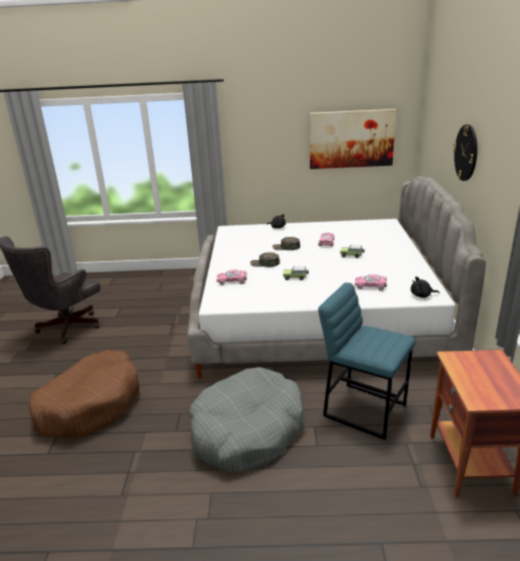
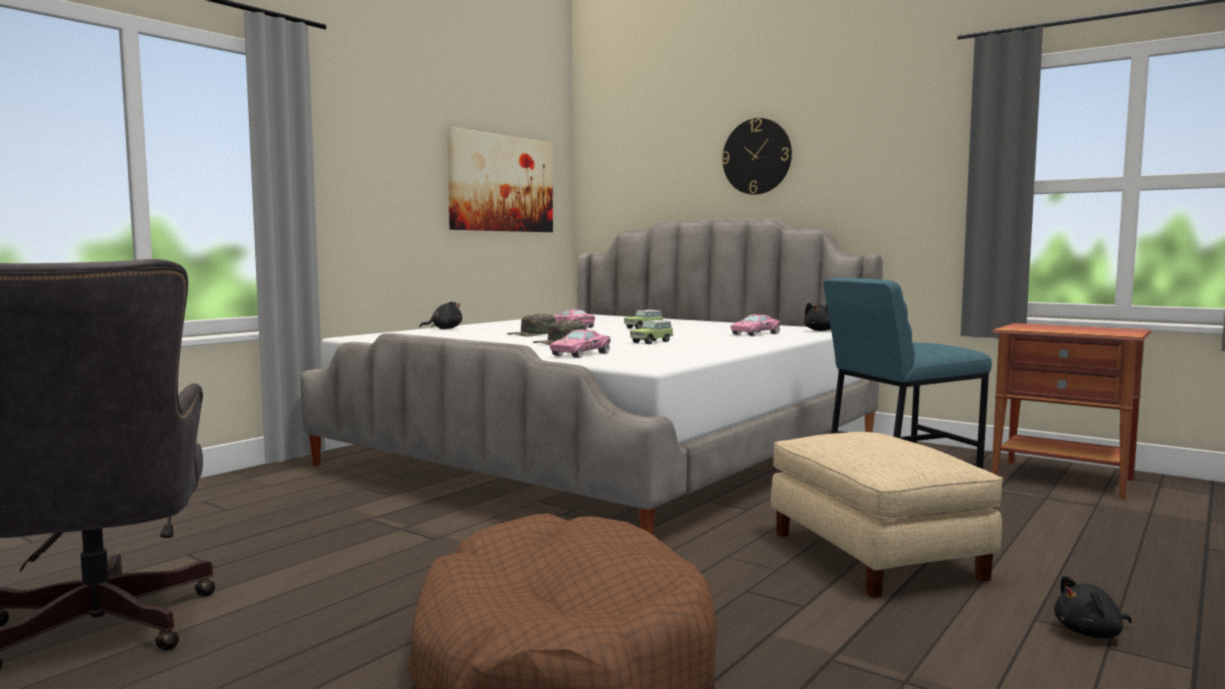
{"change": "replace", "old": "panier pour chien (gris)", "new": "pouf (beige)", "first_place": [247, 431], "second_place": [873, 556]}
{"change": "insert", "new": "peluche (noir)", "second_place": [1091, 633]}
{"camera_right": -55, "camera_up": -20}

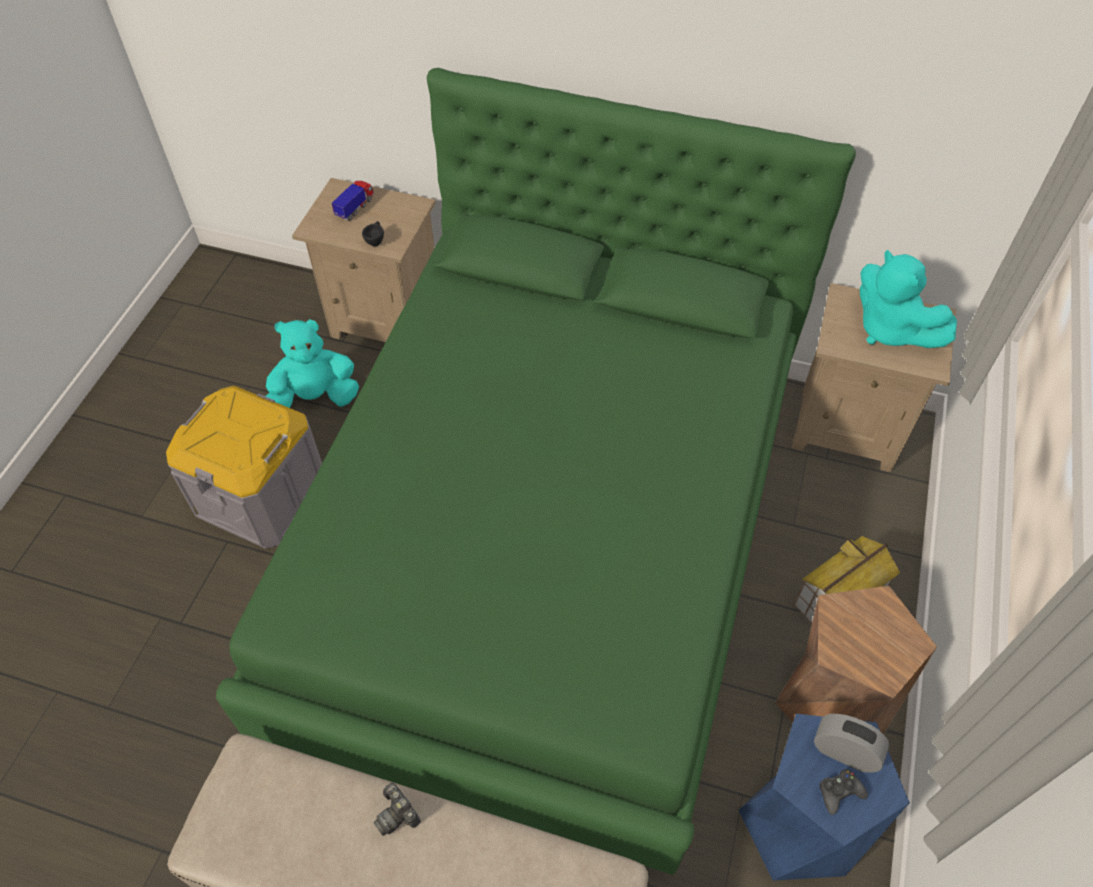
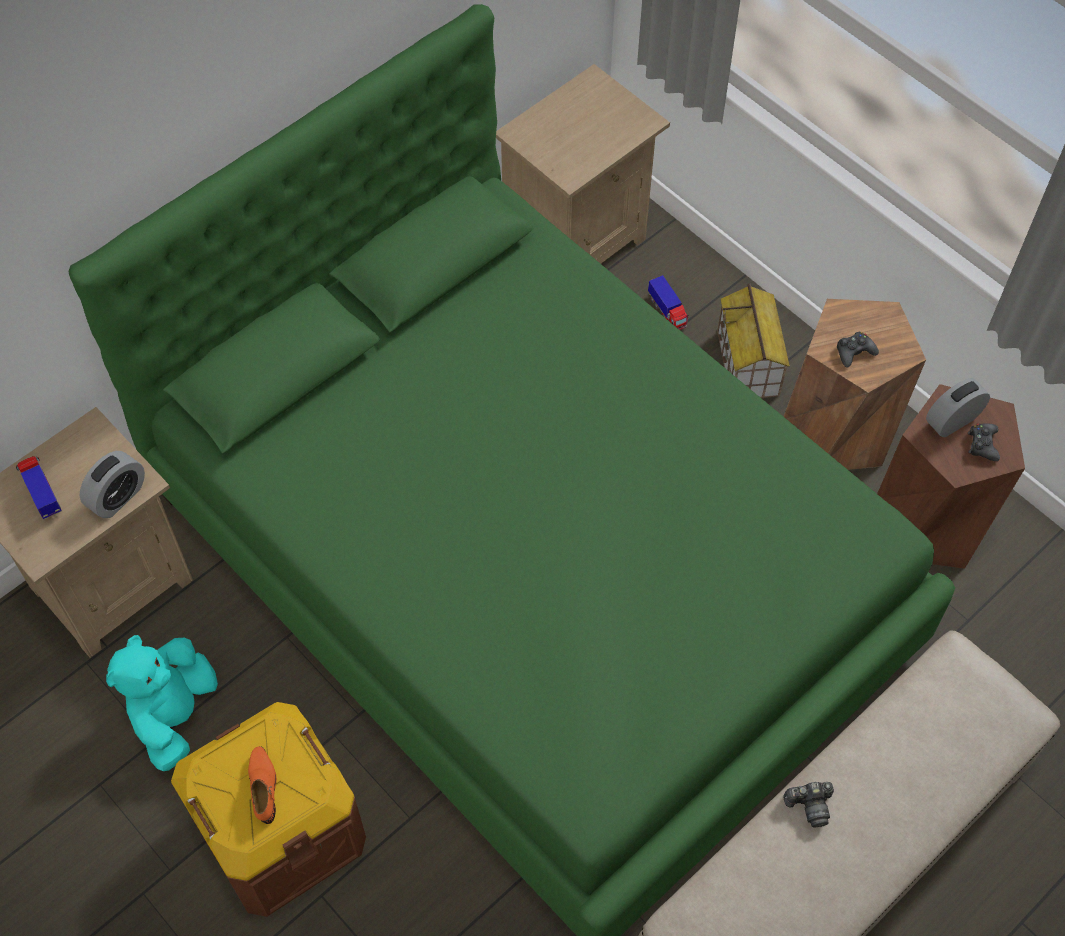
{"change": "recolor", "old": "boîte de rangement (gris)", "new": "boîte de rangement (marron)", "first_place": [262, 495], "second_place": [280, 831]}
{"change": "replace", "old": "tasse (noir)", "new": "réveil", "first_place": [375, 241], "second_place": [118, 497]}
{"change": "recolor", "old": "tabouret (bleu)", "new": "tabouret (marron)", "first_place": [798, 825], "second_place": [930, 521]}
{"change": "delete", "old": "peluche (turquoise)", "first_place": [889, 329]}
{"change": "insert", "new": "chaussure (orange)", "second_place": [264, 786]}
{"change": "insert", "new": "camion jouet", "second_place": [667, 312]}
{"change": "insert", "new": "manette (noir)", "second_place": [854, 352]}
{"camera_right": -60, "camera_up": 5}

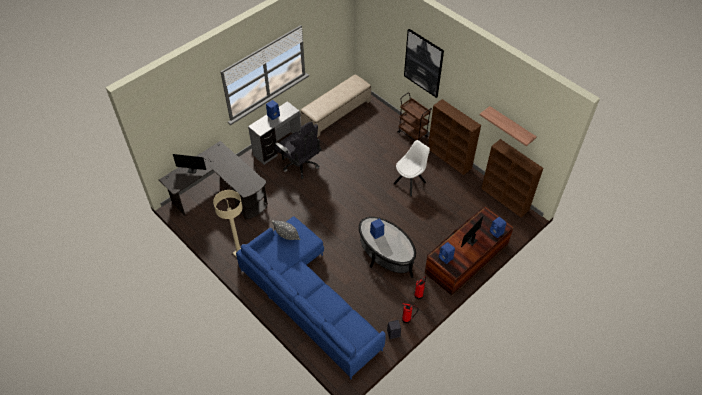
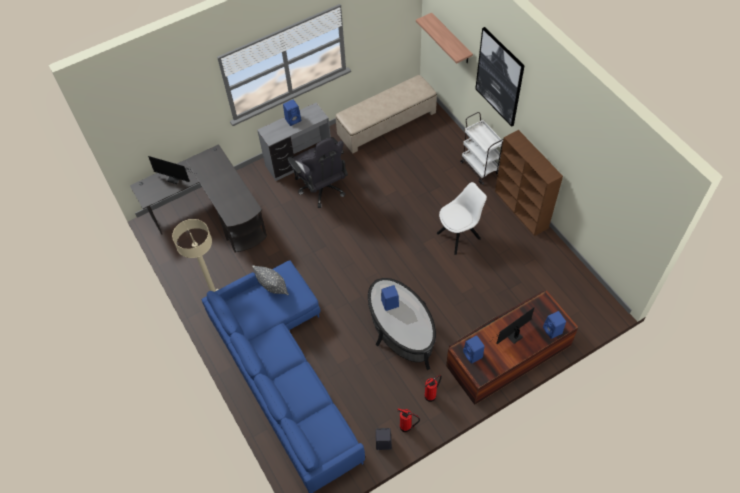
{"change": "recolor", "old": "chariot (marron)", "new": "chariot (blanc)", "first_place": [412, 135], "second_place": [479, 168]}
{"change": "move", "old": "étagère", "first_place": [511, 126], "second_place": [451, 39]}
{"change": "delete", "old": "bibliothèque (marron)", "first_place": [505, 199]}
{"camera_right": 15, "camera_up": 5}

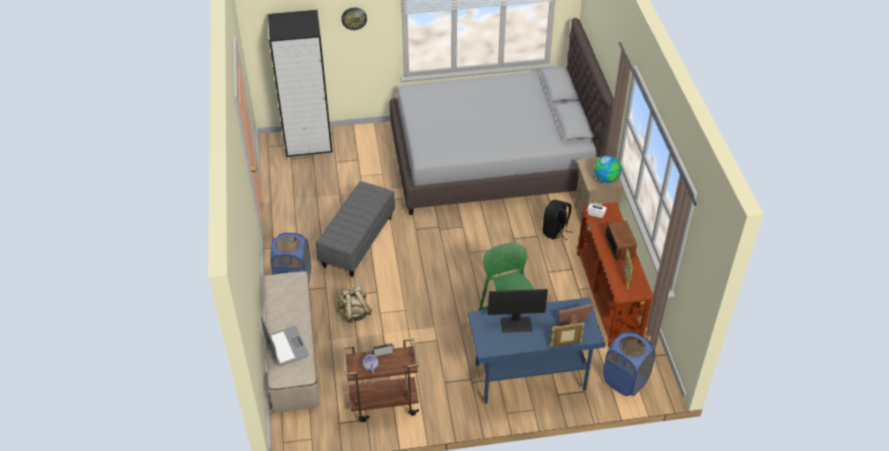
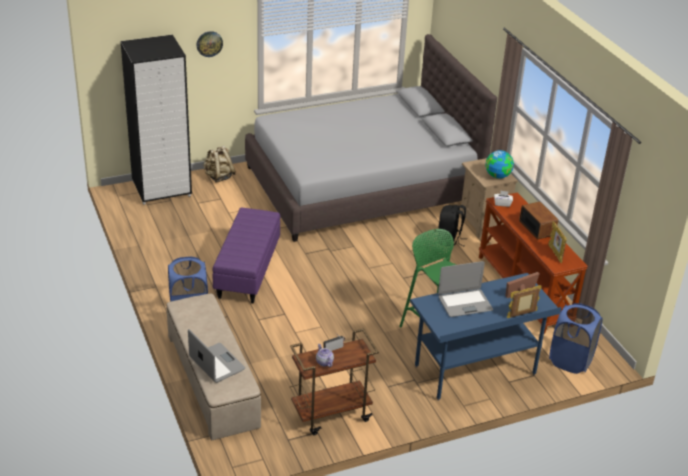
{"change": "recolor", "old": "pouf (gris)", "new": "pouf (violet)", "first_place": [357, 242], "second_place": [247, 271]}
{"change": "move", "old": "sac à dos (beige)", "first_place": [354, 313], "second_place": [219, 177]}
{"change": "replace", "old": "écran d'ordinateur", "new": "ordinateur portable", "first_place": [516, 324], "second_place": [464, 303]}
{"camera_right": -15, "camera_up": -10}

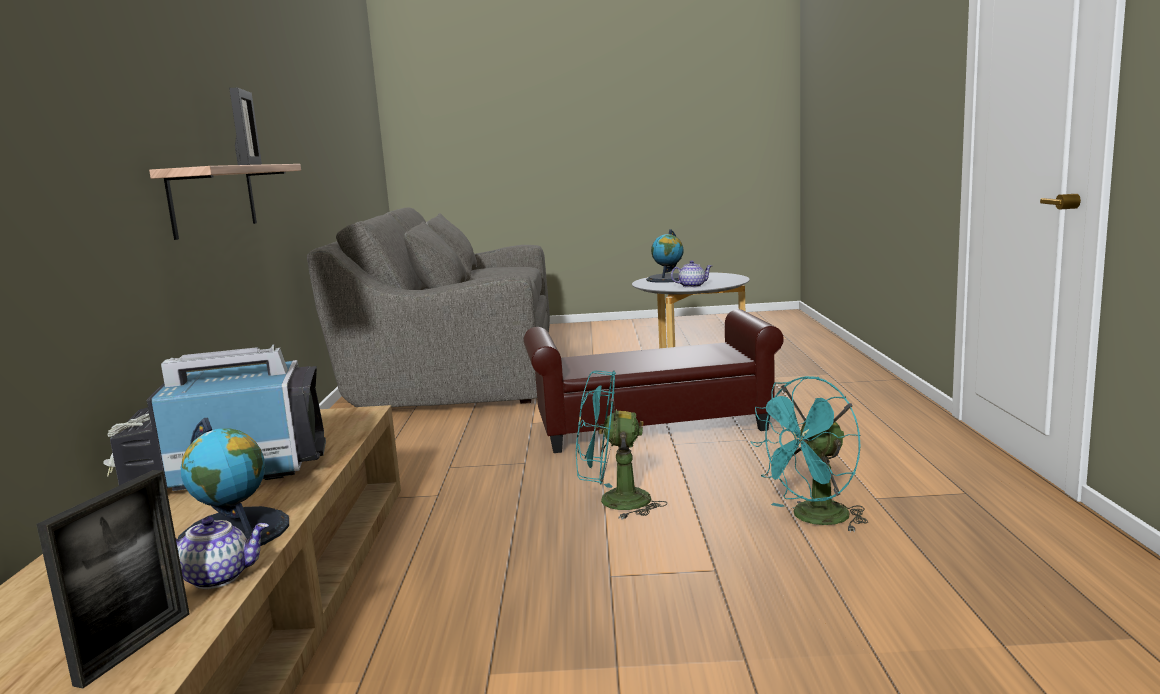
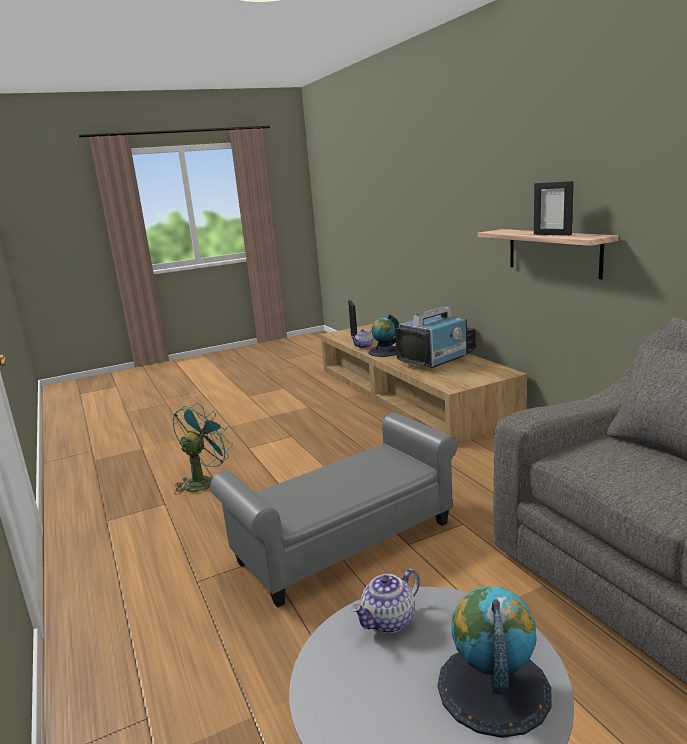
{"change": "recolor", "old": "pouf (marron)", "new": "pouf (gris)", "first_place": [652, 427], "second_place": [345, 542]}
{"change": "delete", "old": "ventilateur (turquoise)", "first_place": [613, 502]}
{"camera_right": 155, "camera_up": 5}

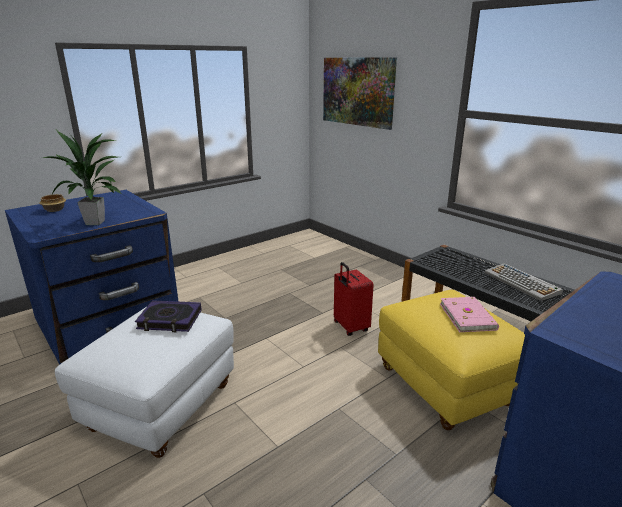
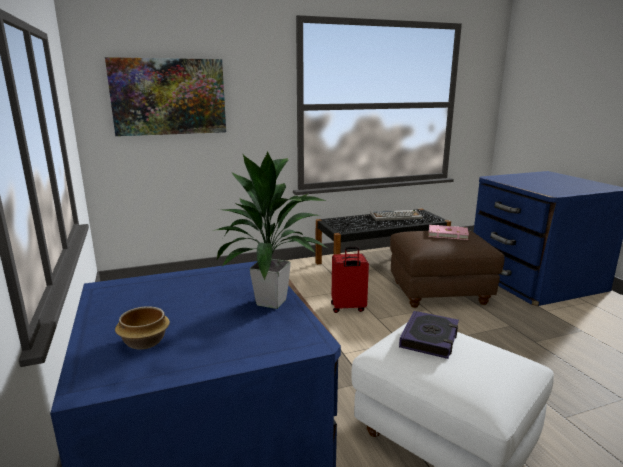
{"change": "recolor", "old": "pouf (jaune)", "new": "pouf (marron)", "first_place": [447, 384], "second_place": [440, 291]}
{"camera_right": -70, "camera_up": -5}

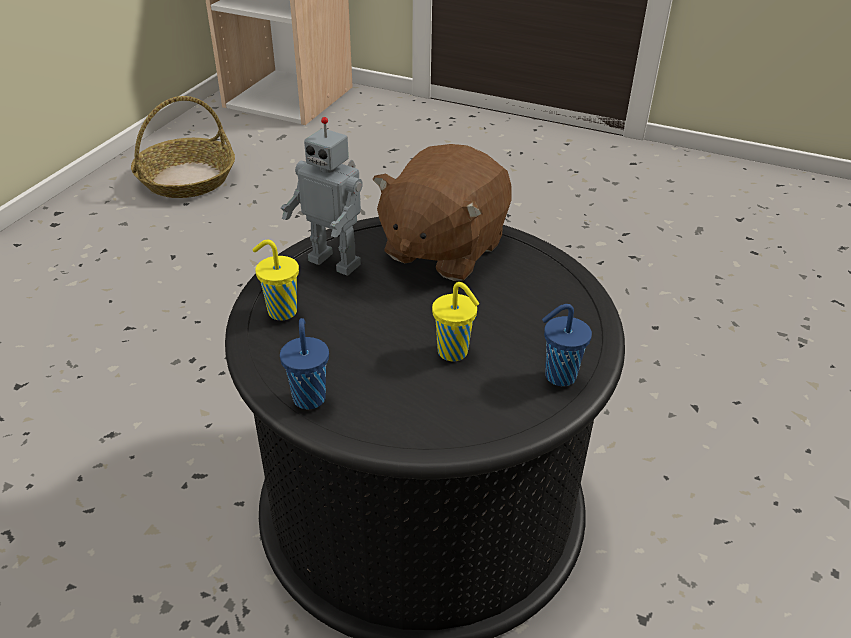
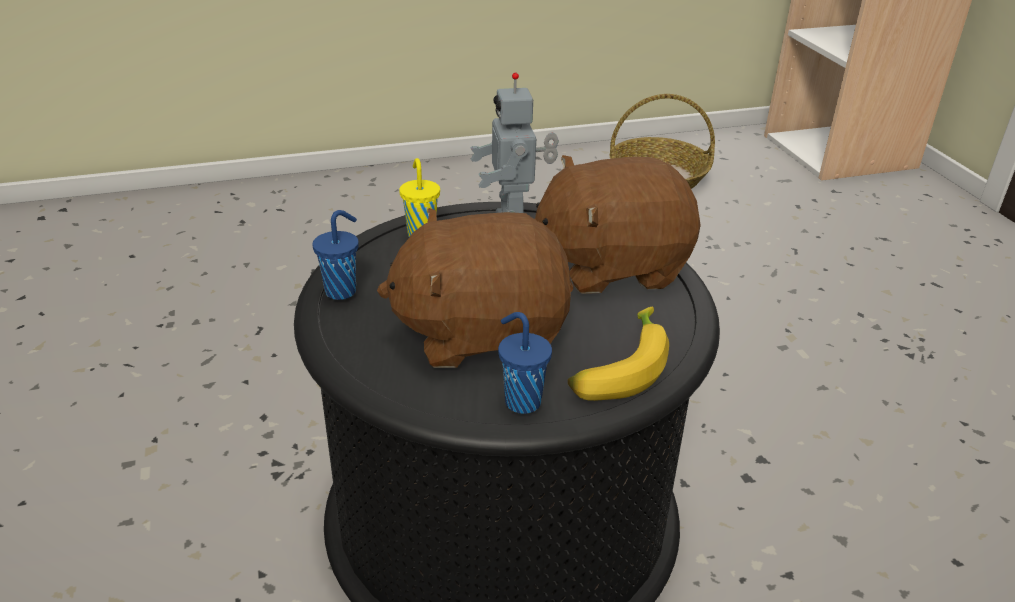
{"change": "replace", "old": "tasse (jaune)", "new": "peluche (marron)", "first_place": [454, 353], "second_place": [481, 333]}
{"change": "insert", "new": "banane", "second_place": [618, 367]}
{"camera_right": 50, "camera_up": -5}

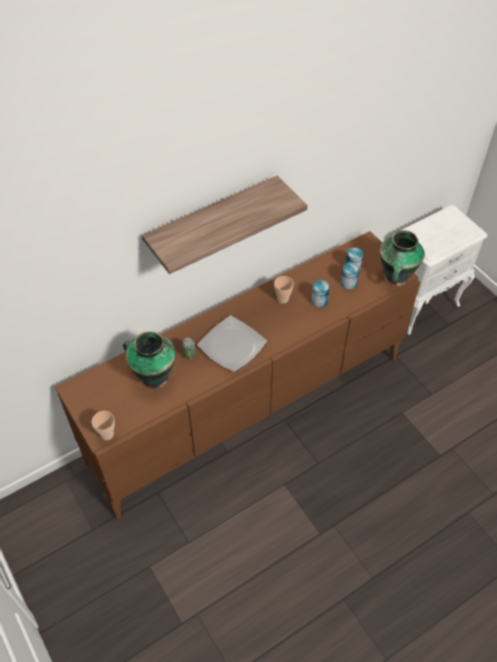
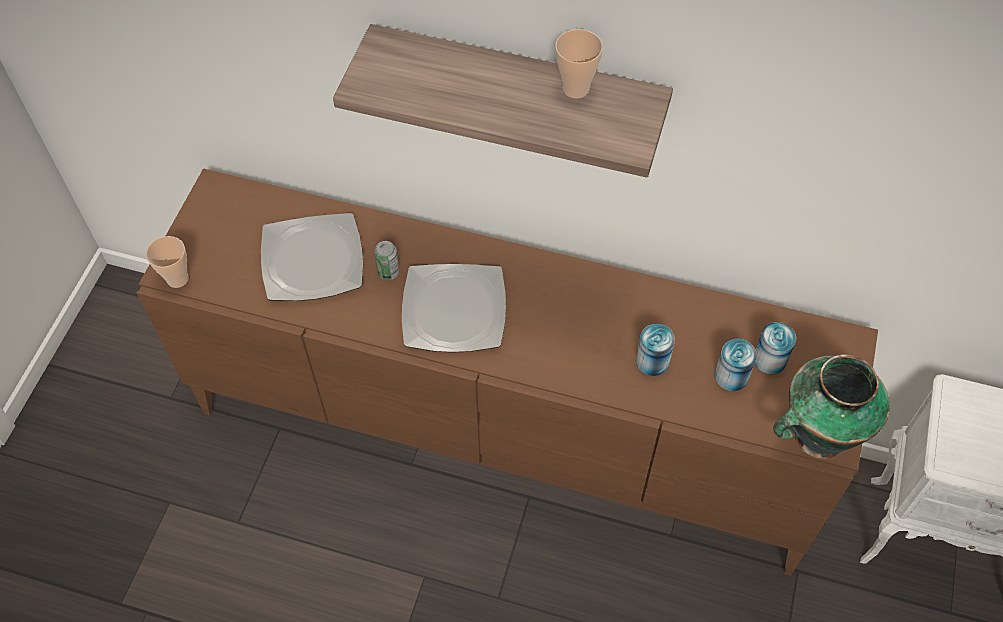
{"change": "replace", "old": "vase", "new": "assiette", "first_place": [153, 377], "second_place": [313, 259]}
{"change": "move", "old": "tasse", "first_place": [283, 299], "second_place": [576, 88]}
{"camera_right": 50, "camera_up": 5}

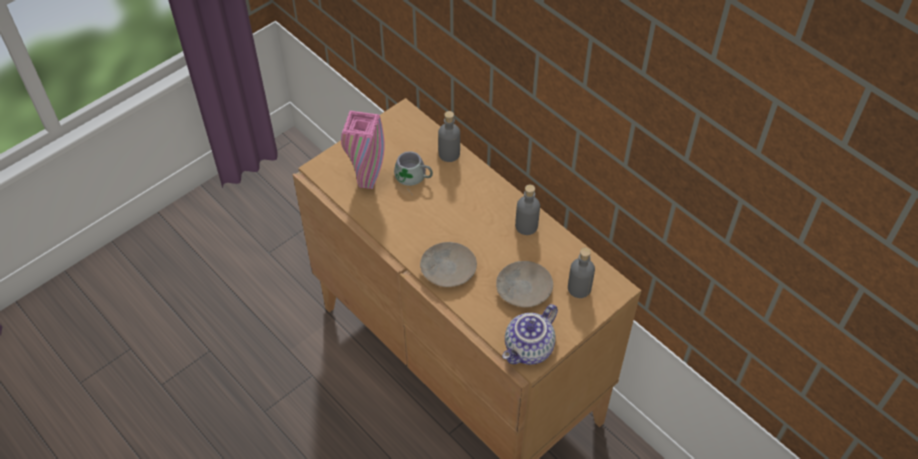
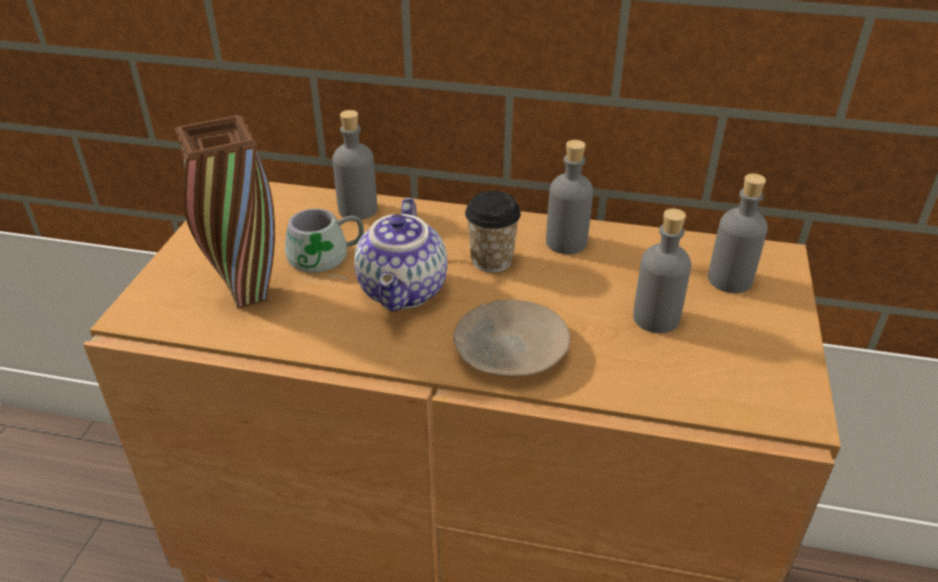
{"change": "recolor", "old": "vase (rose)", "new": "vase (marron)", "first_place": [367, 182], "second_place": [248, 296]}
{"change": "replace", "old": "assiette (beige)", "new": "bouteille (gris)", "first_place": [523, 288], "second_place": [656, 318]}
{"change": "move", "old": "théière", "first_place": [529, 349], "second_place": [405, 291]}
{"change": "insert", "new": "tasse", "second_place": [491, 260]}
{"camera_right": -35, "camera_up": -15}

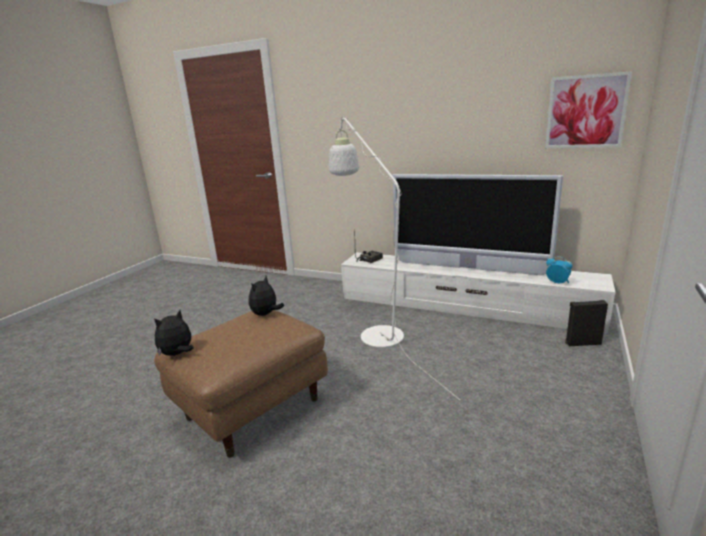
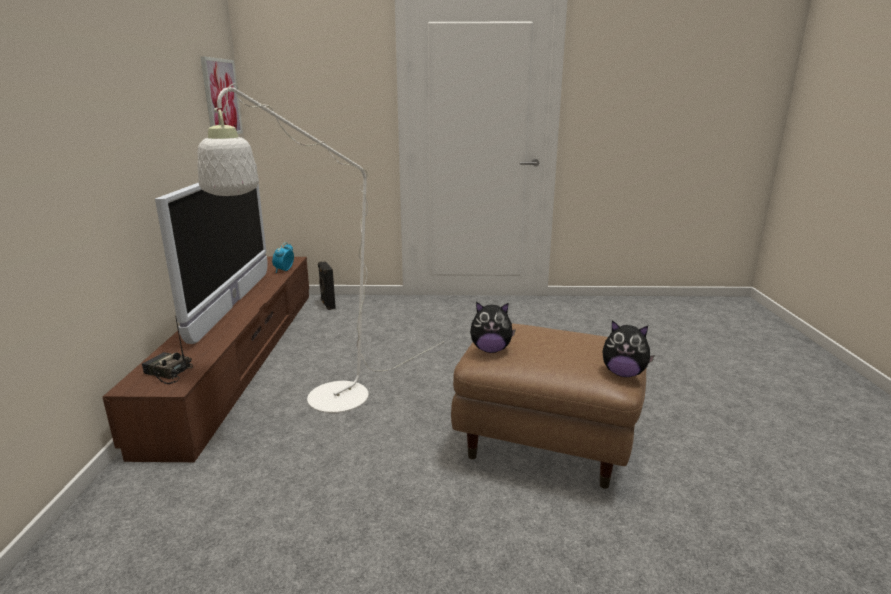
{"change": "recolor", "old": "meuble télé (blanc)", "new": "meuble télé (marron)", "first_place": [464, 305], "second_place": [241, 356]}
{"camera_right": -115, "camera_up": 0}

